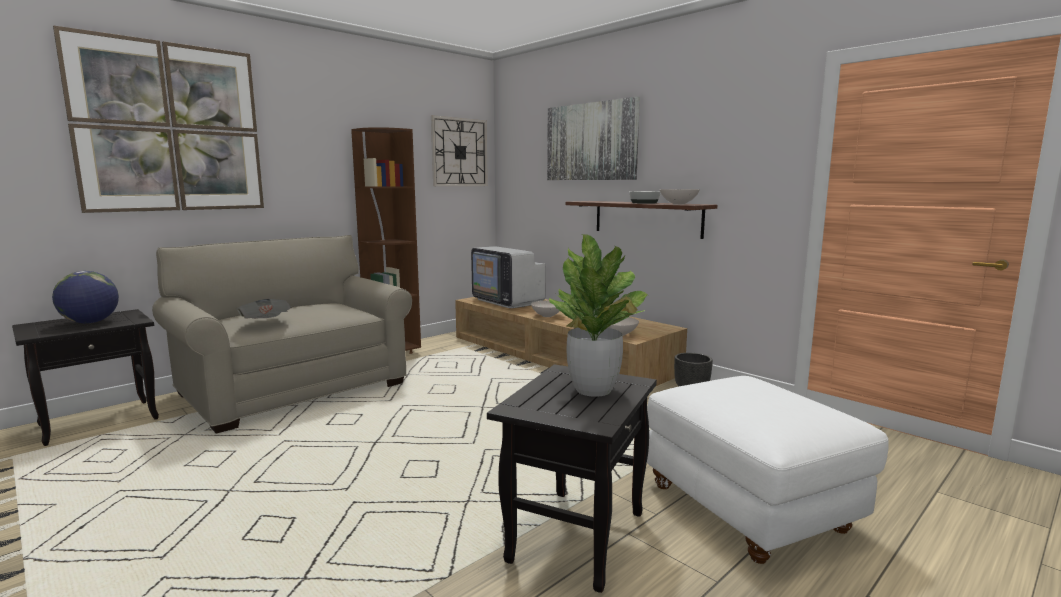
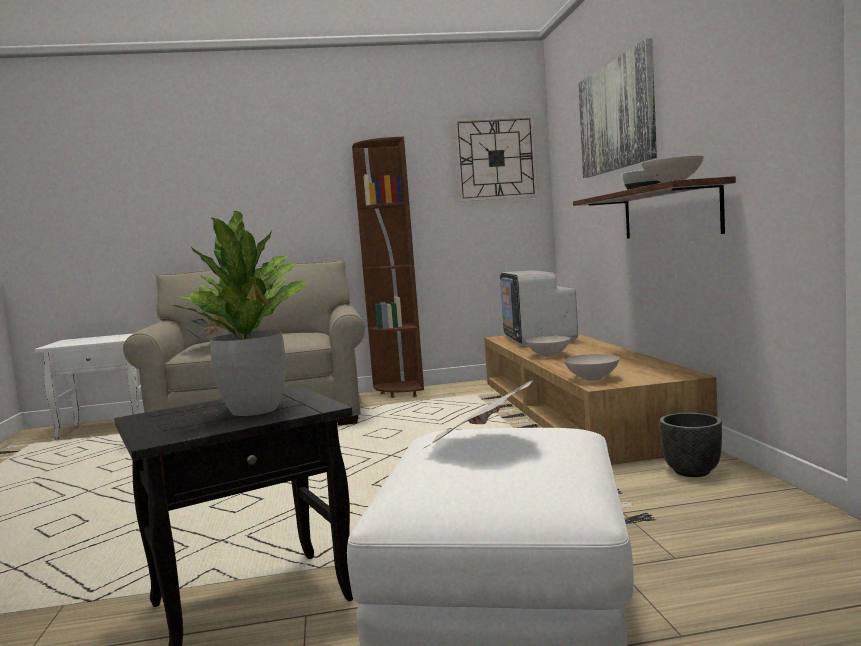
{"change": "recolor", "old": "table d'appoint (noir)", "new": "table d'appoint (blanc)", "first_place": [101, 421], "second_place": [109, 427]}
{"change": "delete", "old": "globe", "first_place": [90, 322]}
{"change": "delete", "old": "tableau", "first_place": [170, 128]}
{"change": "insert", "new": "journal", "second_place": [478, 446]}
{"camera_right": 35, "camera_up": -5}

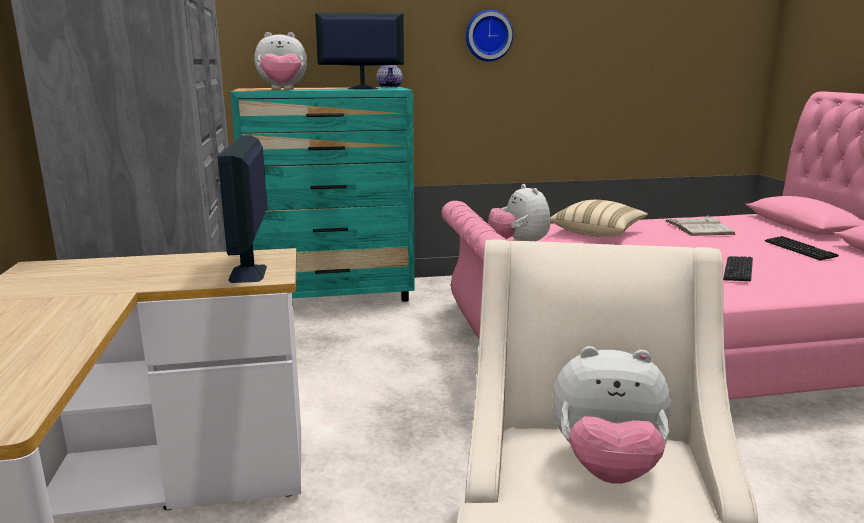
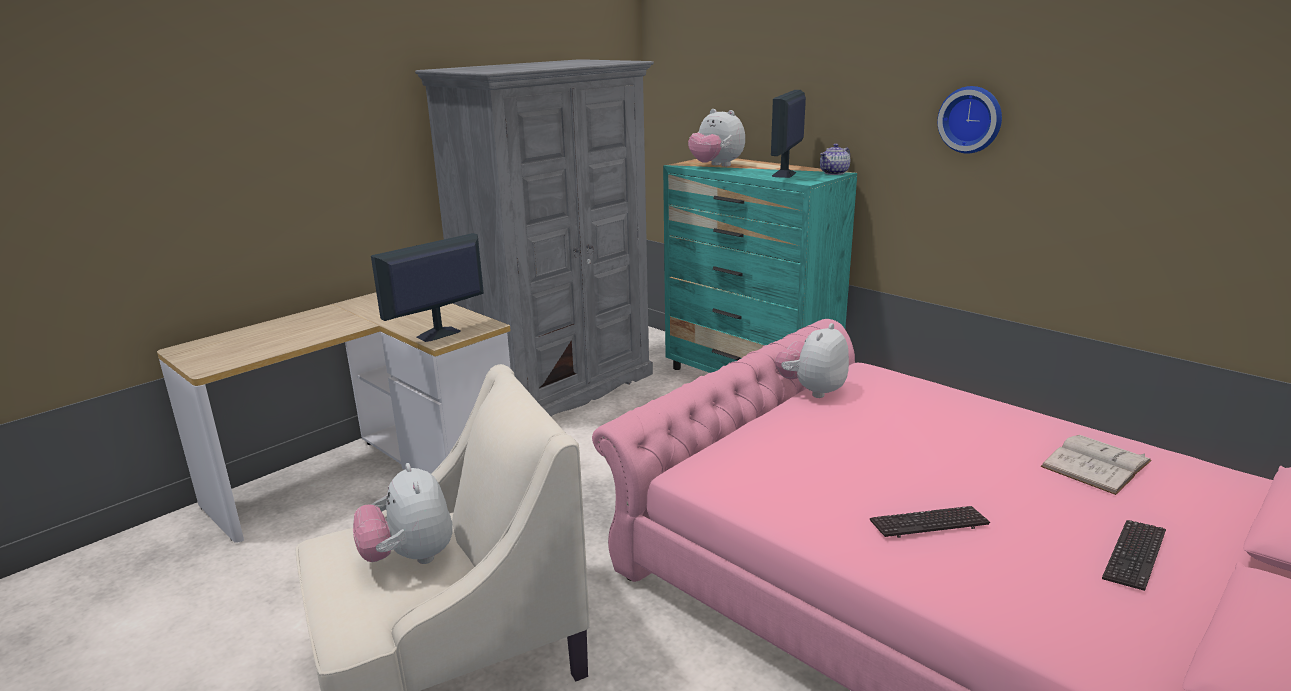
{"change": "rotate", "old": "écran d'ordinateur", "first_place": [361, 88], "second_place": [784, 174], "degrees": -120}
{"change": "delete", "old": "coussin (beige)", "first_place": [597, 232]}
{"camera_right": 55, "camera_up": 5}

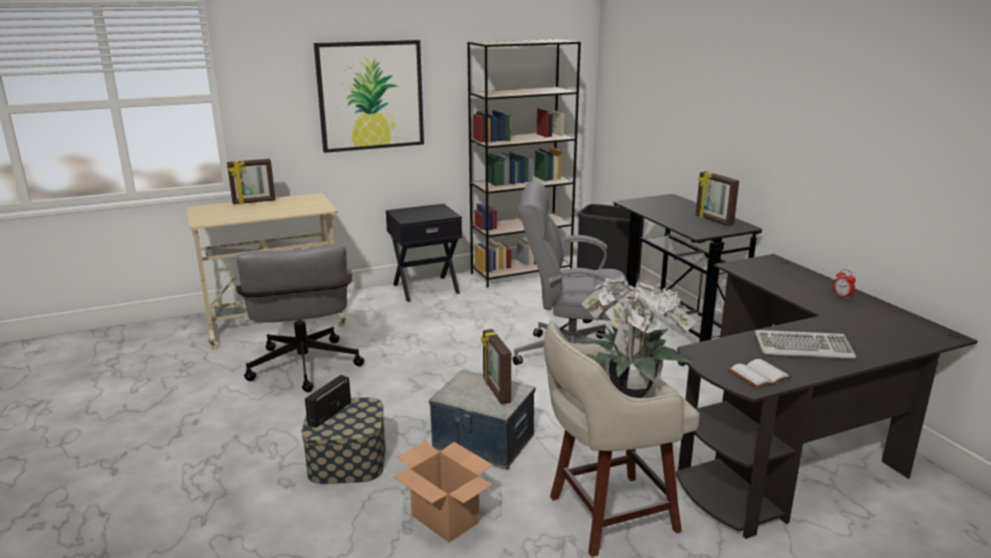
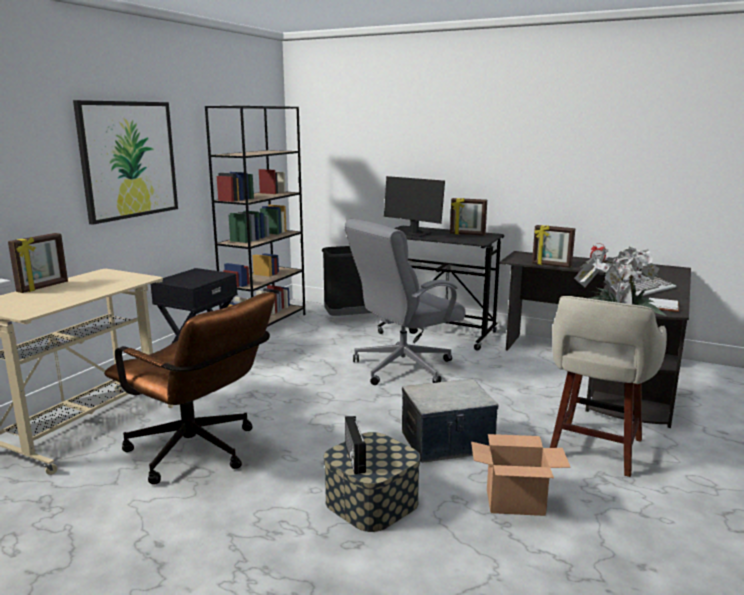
{"change": "recolor", "old": "chaise de bureau (gris)", "new": "chaise de bureau (marron)", "first_place": [304, 370], "second_place": [199, 454]}
{"change": "move", "old": "cadre photo", "first_place": [495, 391], "second_place": [551, 265]}
{"change": "insert", "new": "écran d'ordinateur", "second_place": [414, 234]}
{"camera_right": -40, "camera_up": -5}

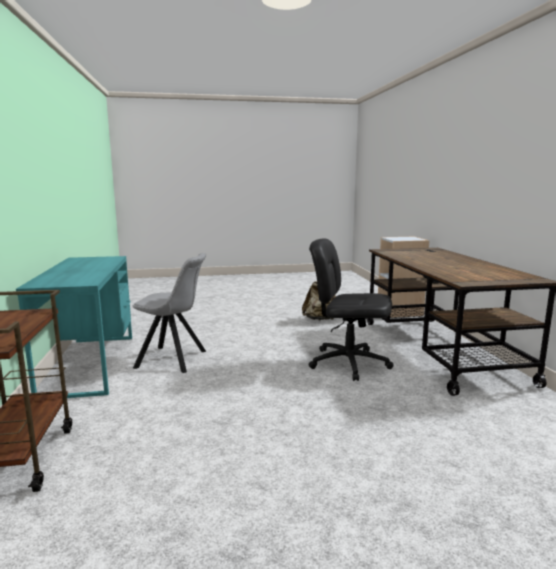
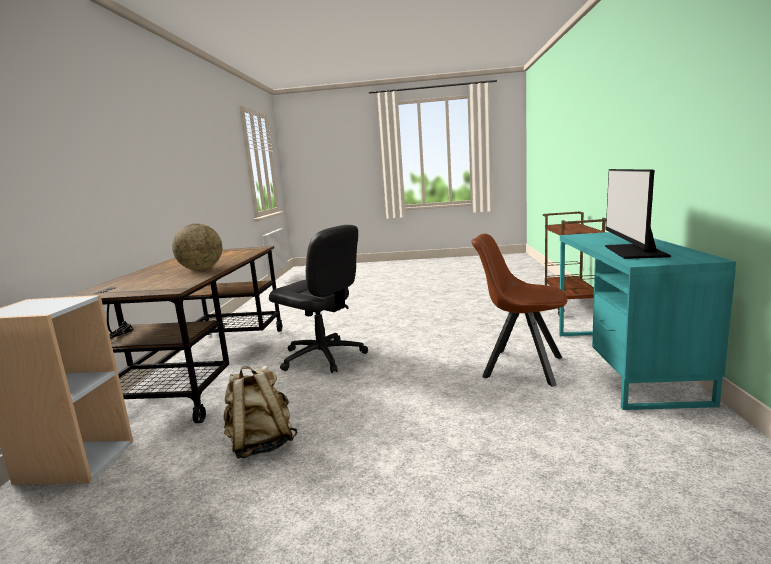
{"change": "recolor", "old": "chaise (gris)", "new": "chaise (marron)", "first_place": [173, 359], "second_place": [520, 366]}
{"change": "insert", "new": "globe", "second_place": [201, 269]}
{"change": "insert", "new": "écran d'ordinateur", "second_place": [633, 251]}
{"camera_right": -165, "camera_up": 0}

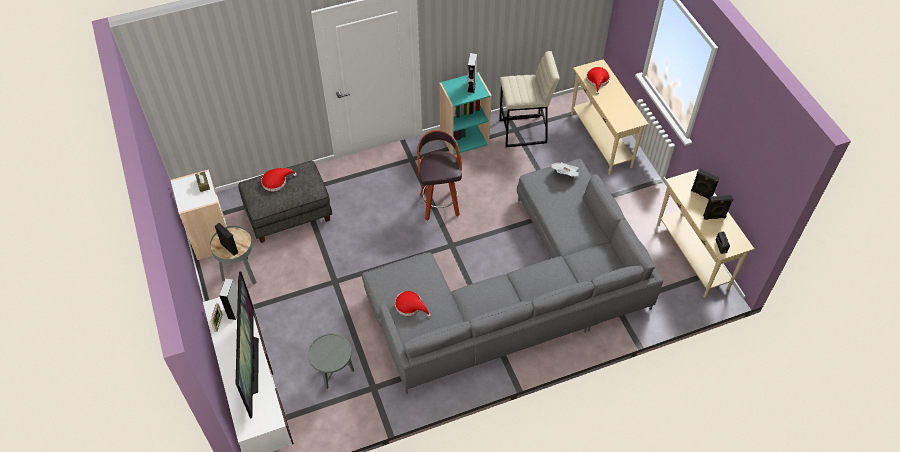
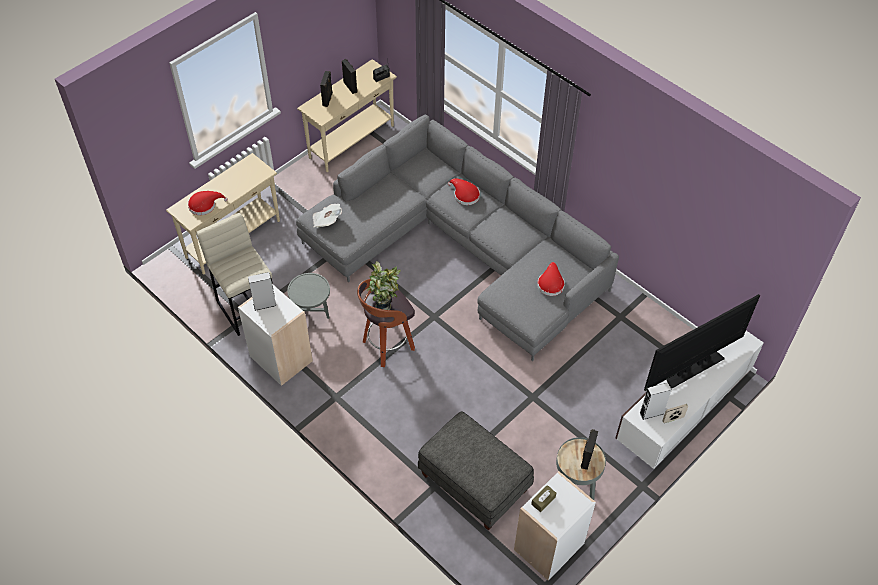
{"change": "move", "old": "chapeau (rouge)", "first_place": [276, 181], "second_place": [464, 195]}
{"change": "move", "old": "table d'appoint (gris)", "first_place": [334, 375], "second_place": [312, 317]}
{"change": "recolor", "old": "bibliothèque (turquoise)", "new": "bibliothèque (blanc)", "first_place": [464, 137], "second_place": [280, 358]}
{"change": "insert", "new": "plante en pot", "second_place": [385, 306]}
{"camera_right": -115, "camera_up": 0}

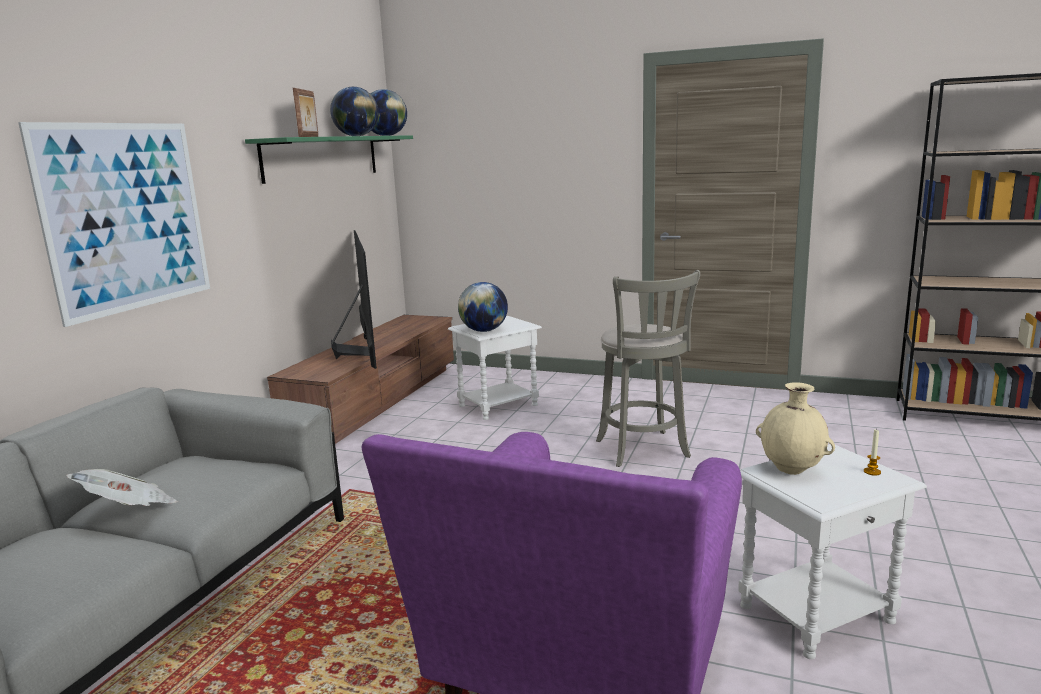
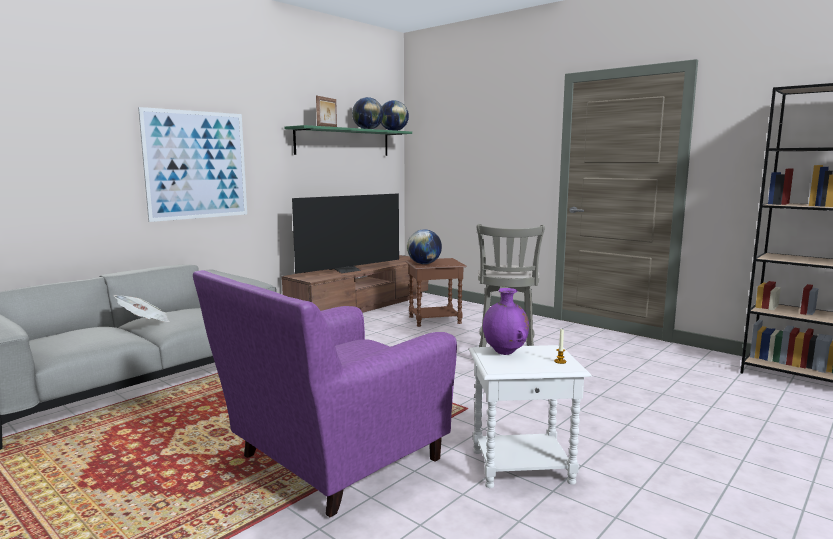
{"change": "rotate", "old": "téléviseur", "first_place": [359, 352], "second_place": [347, 270], "degrees": 45}
{"change": "recolor", "old": "table d'appoint (blanc)", "new": "table d'appoint (marron)", "first_place": [499, 405], "second_place": [435, 320]}
{"change": "recolor", "old": "vase (beige)", "new": "vase (violet)", "first_place": [792, 470], "second_place": [505, 352]}
{"camera_right": 20, "camera_up": -5}

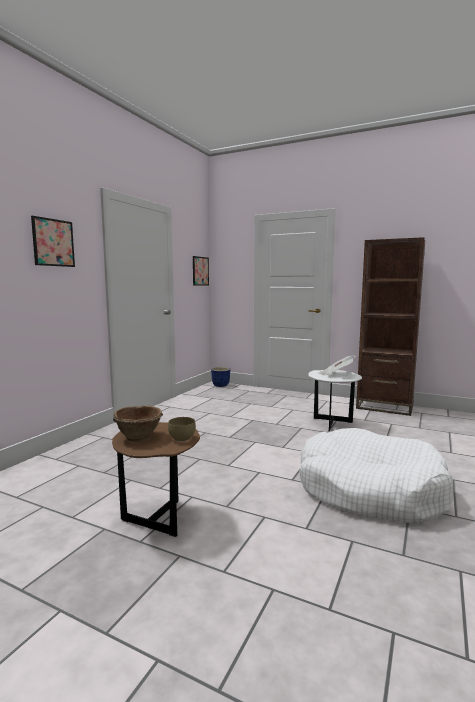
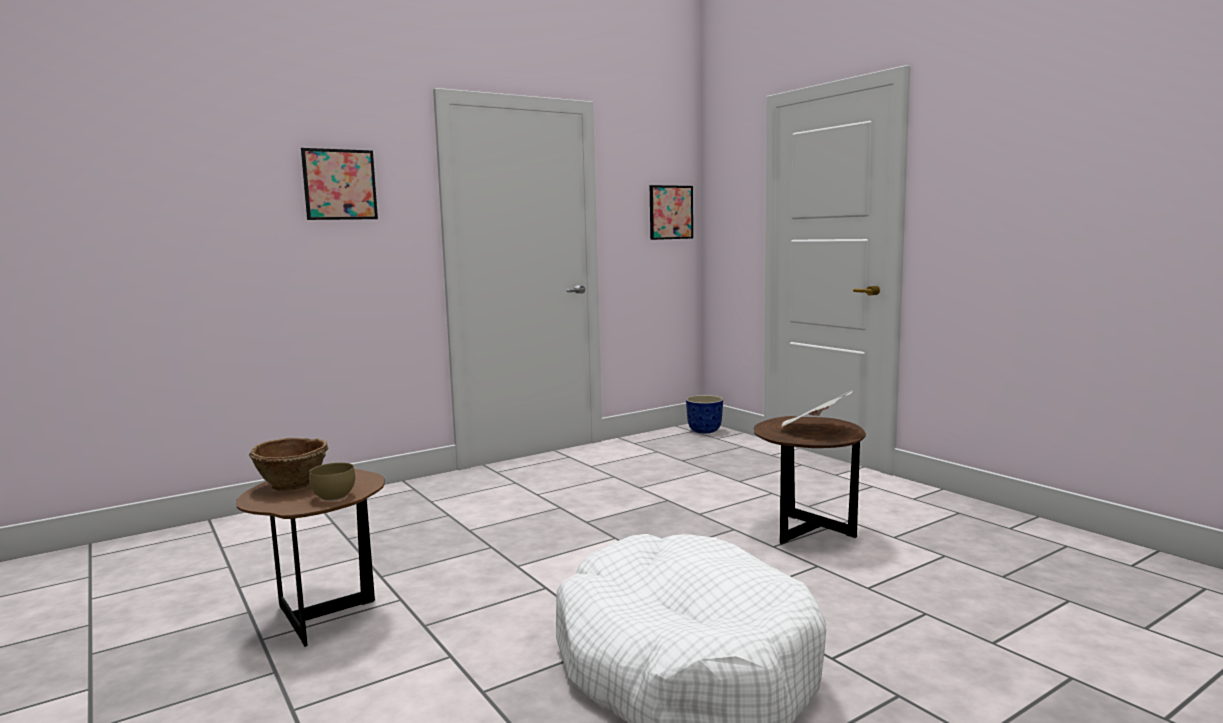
{"change": "recolor", "old": "table d'appoint (blanc)", "new": "table d'appoint (marron)", "first_place": [332, 424], "second_place": [807, 533]}
{"change": "delete", "old": "bibliothèque (marron)", "first_place": [384, 407]}
{"camera_right": 30, "camera_up": 0}

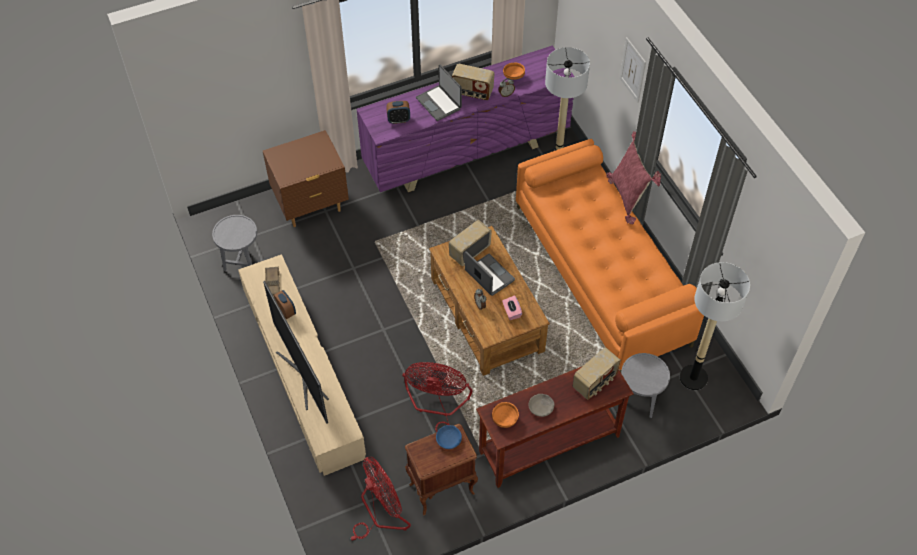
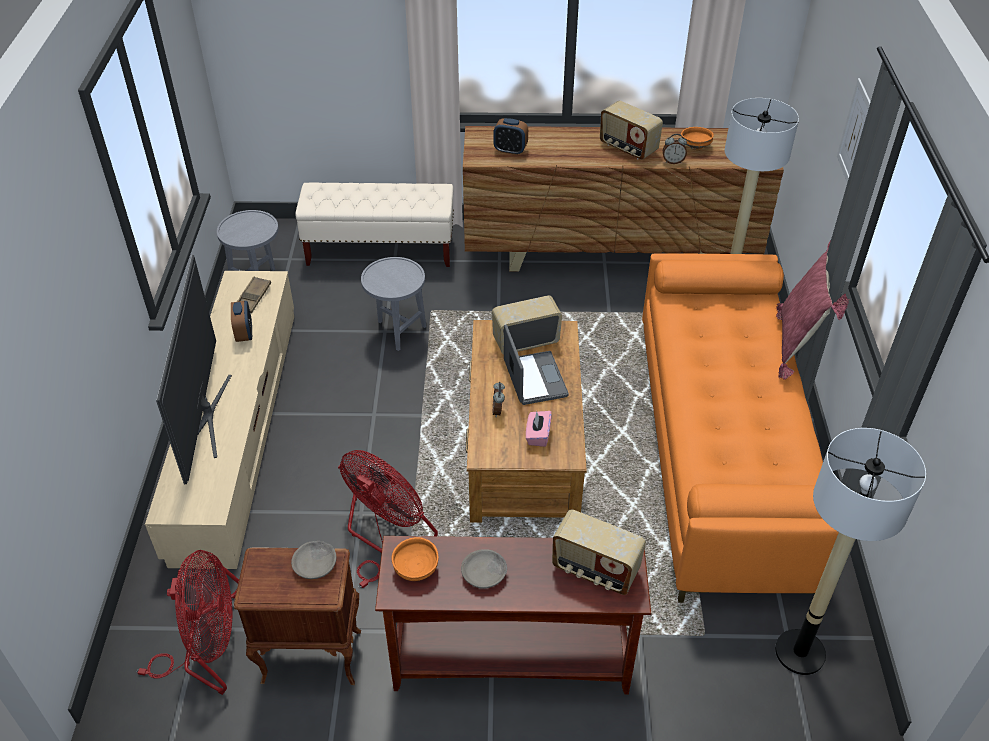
{"change": "replace", "old": "table de chevet (marron)", "new": "banc (beige)", "first_place": [311, 206], "second_place": [380, 250]}
{"change": "recolor", "old": "meuble de rangement (violet)", "new": "meuble de rangement (marron)", "first_place": [467, 156], "second_place": [610, 255]}
{"change": "delete", "old": "ordinateur portable", "first_place": [439, 103]}
{"change": "recolor", "old": "bol (bleu)", "new": "bol (gris)", "first_place": [449, 439], "second_place": [315, 564]}
{"change": "rotate", "old": "radio", "first_place": [595, 382], "second_place": [595, 570], "degrees": 45}
{"change": "move", "old": "table d'appoint (gris)", "first_place": [638, 400], "second_place": [397, 331]}
{"camera_right": 25, "camera_up": -10}

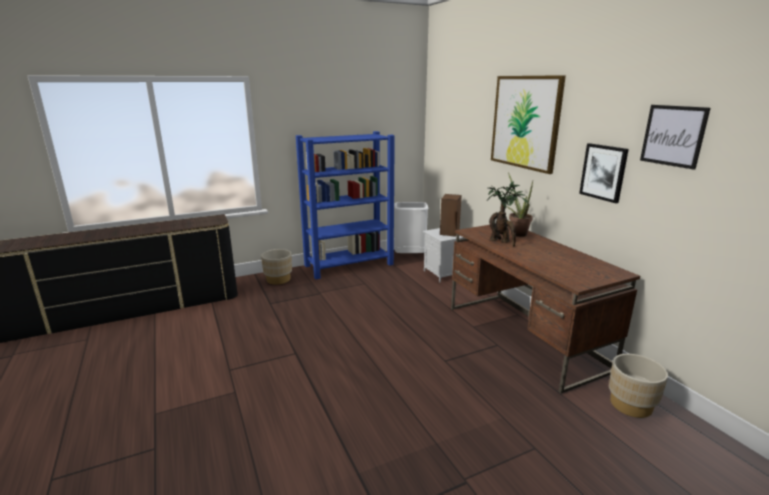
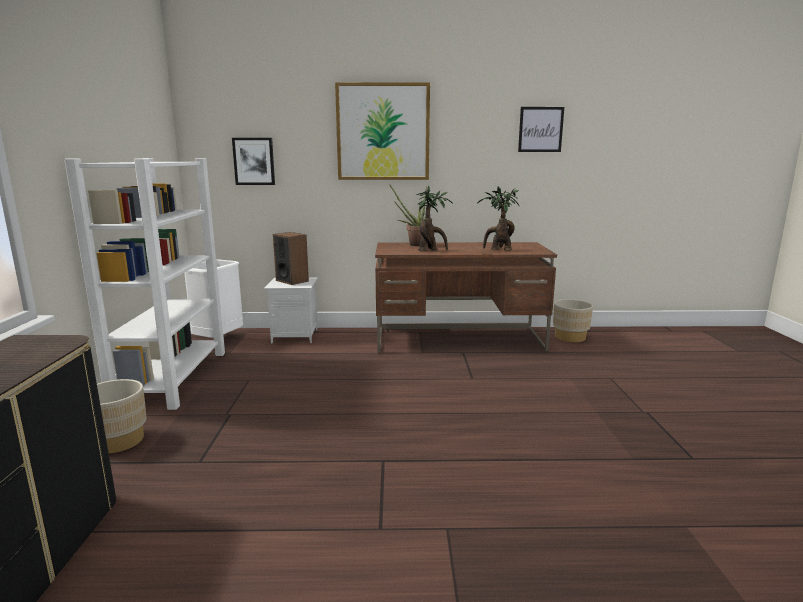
{"change": "recolor", "old": "bibliothèque (bleu)", "new": "bibliothèque (blanc)", "first_place": [349, 265], "second_place": [172, 378]}
{"change": "move", "old": "tableau", "first_place": [603, 172], "second_place": [254, 161]}
{"change": "insert", "new": "plante en pot", "second_place": [498, 250]}
{"camera_right": -65, "camera_up": -5}

